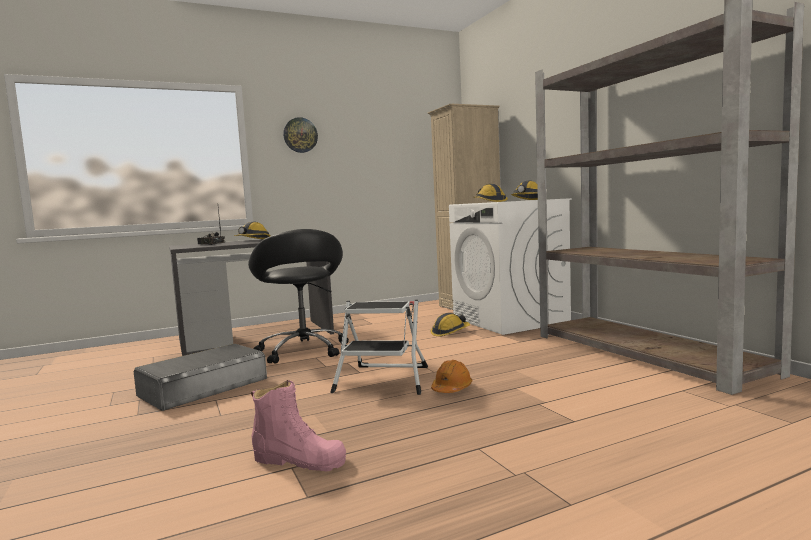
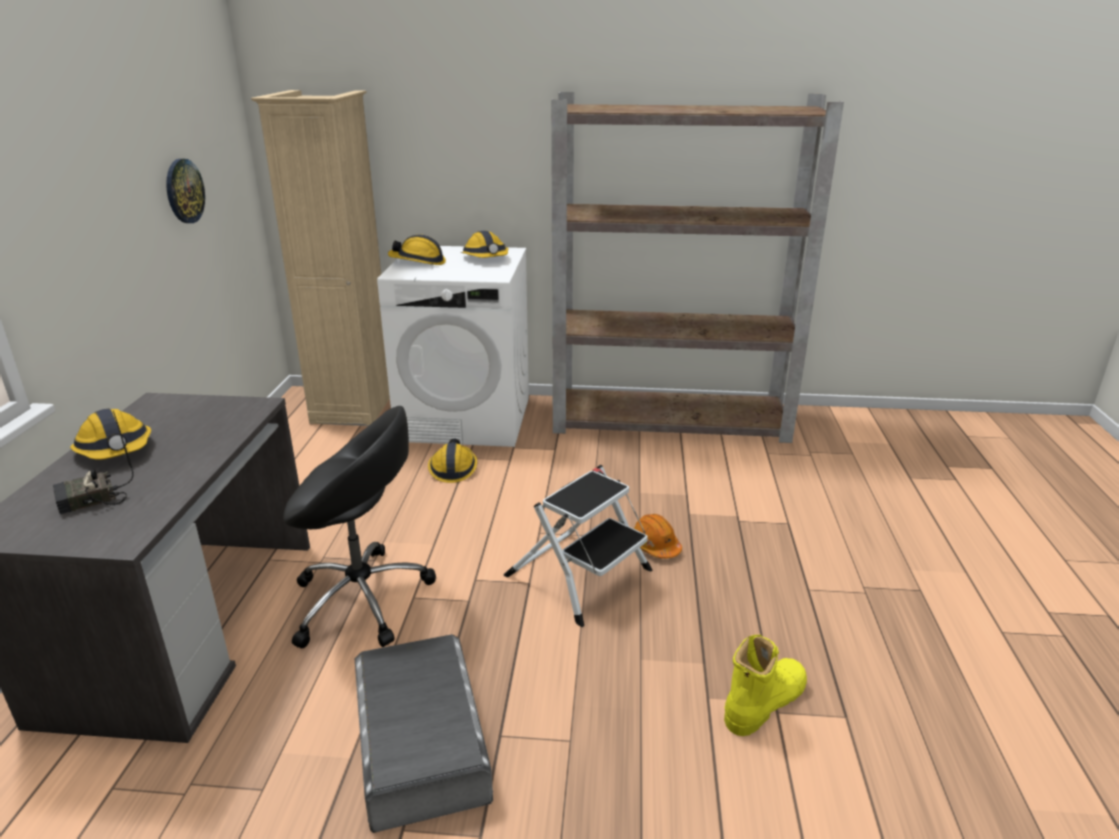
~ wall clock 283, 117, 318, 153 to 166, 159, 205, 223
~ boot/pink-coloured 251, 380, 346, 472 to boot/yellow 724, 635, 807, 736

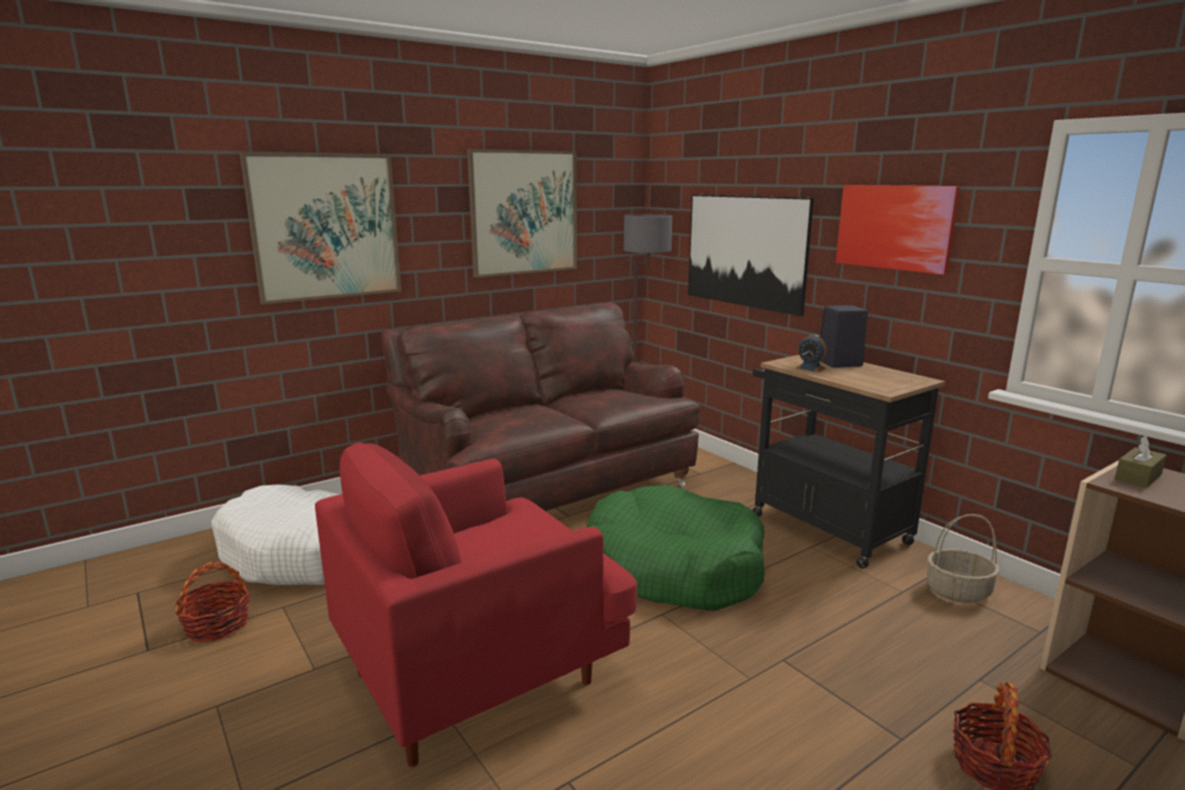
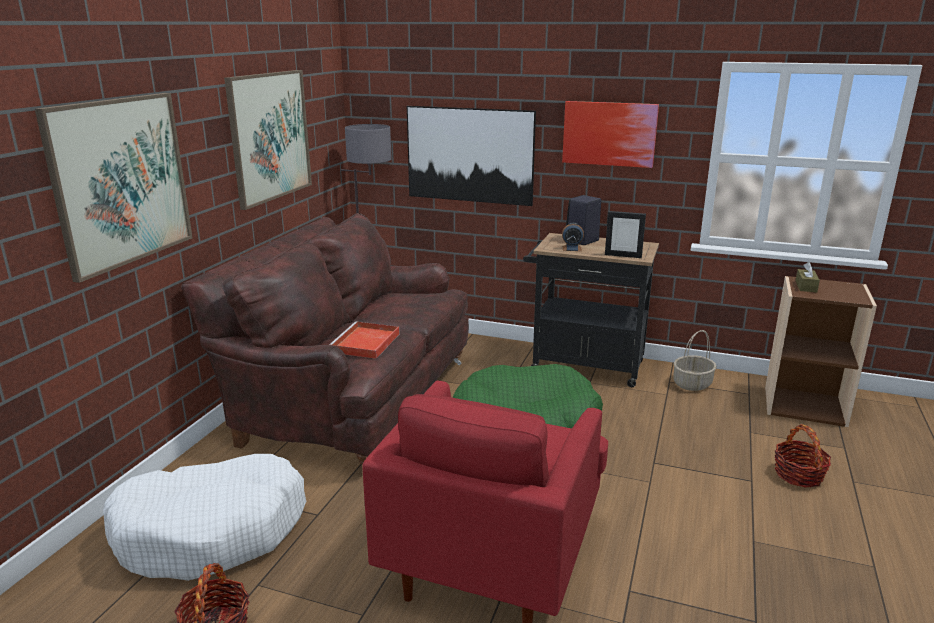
+ photo frame 605, 211, 646, 258
+ carrying tray/red 329, 321, 400, 359

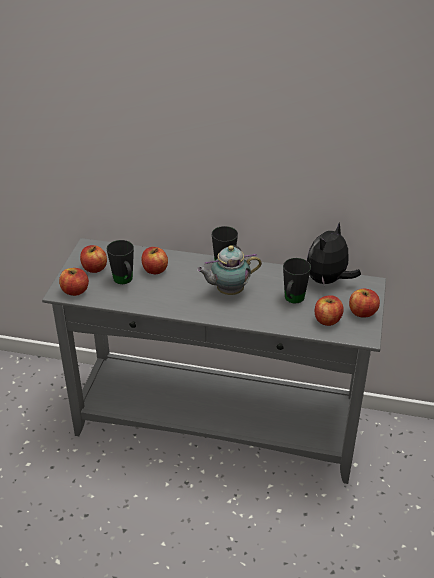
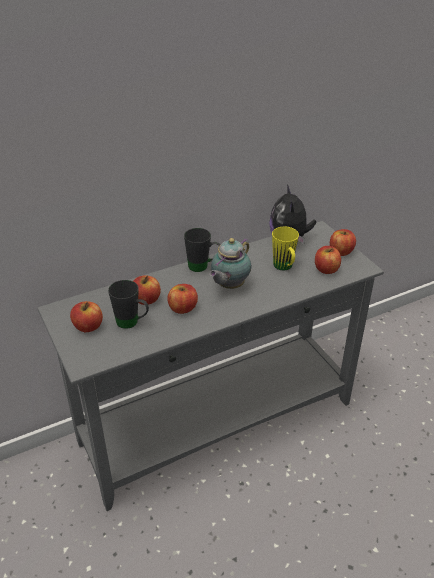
~ coffee mug/blackish 283, 258, 311, 303 to coffee mug/yellow 272, 226, 299, 271
~ whole apple 59, 268, 89, 296 to 167, 284, 198, 314

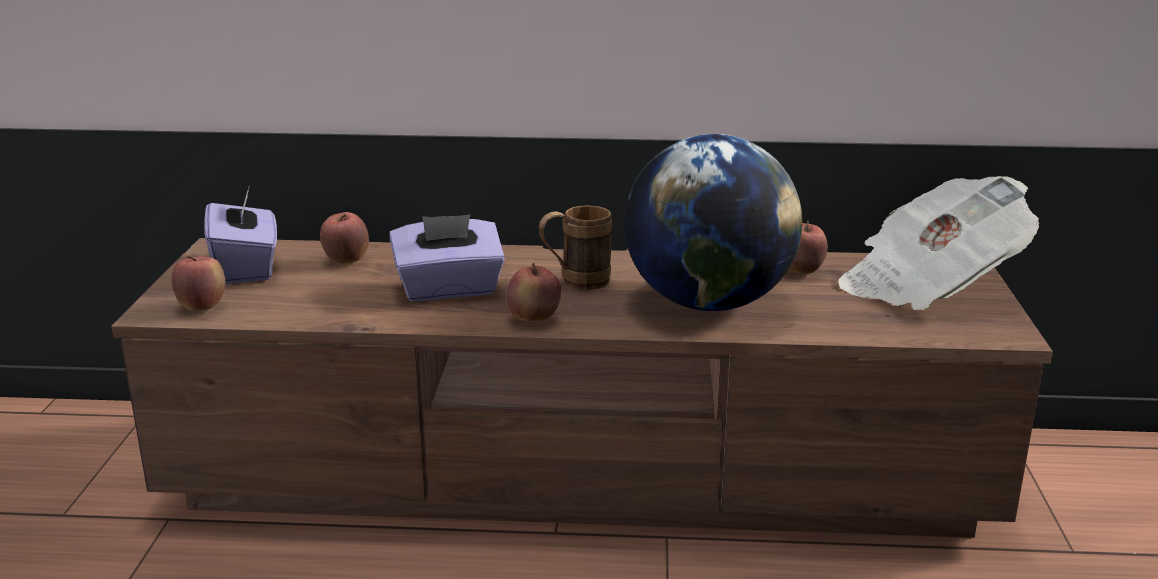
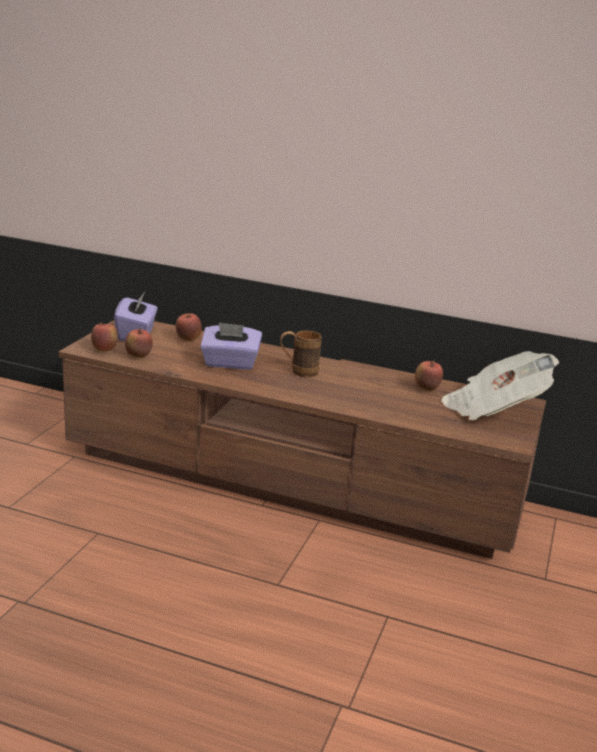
- world globe 624, 134, 802, 311
~ whole apple 507, 263, 561, 322 to 125, 328, 153, 358

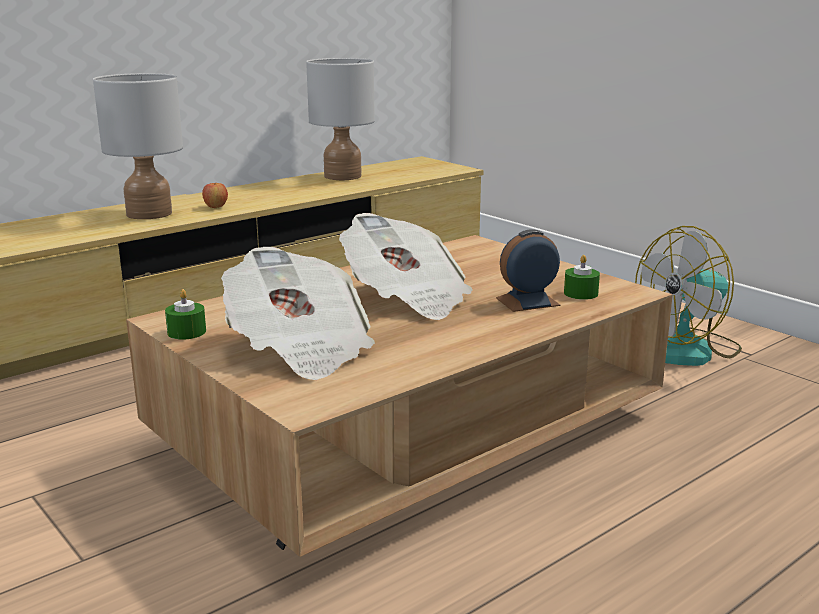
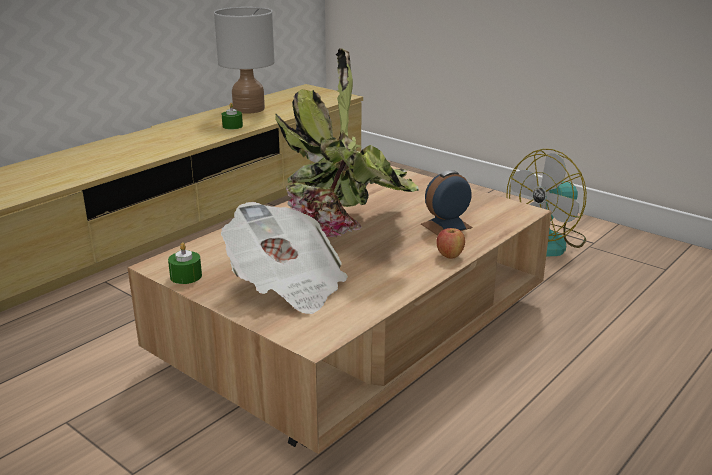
- table lamp/grey 93, 73, 183, 219
~ whole apple 202, 183, 228, 208 to 436, 228, 465, 259
~ daily paper 339, 213, 473, 320 to potted plant 275, 48, 419, 237
~ candle/green-coloured 564, 255, 600, 300 to 222, 103, 243, 130

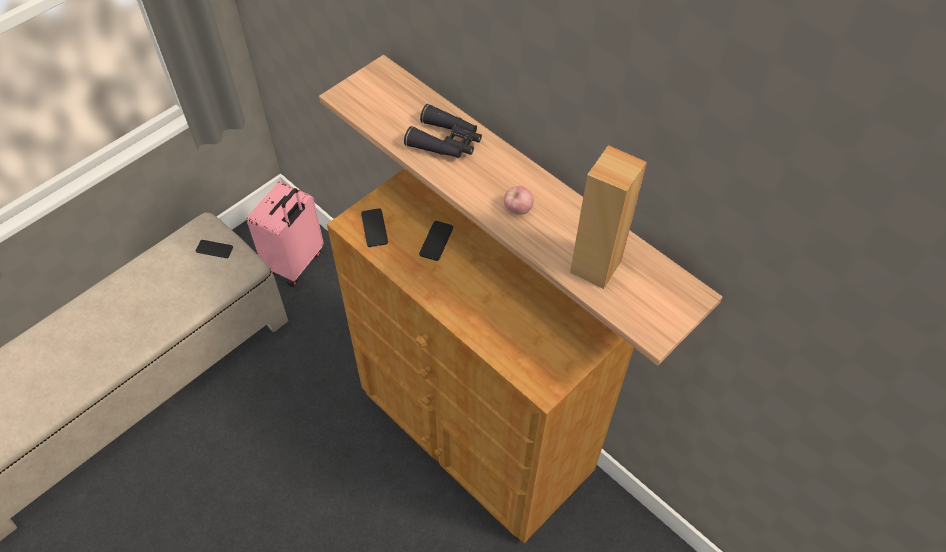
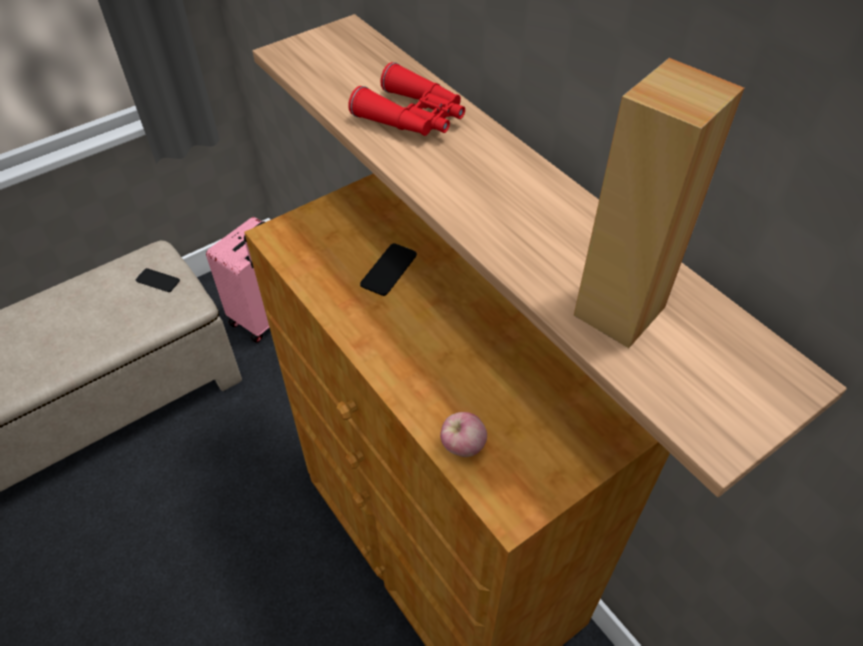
~ pair of binoculars/blackish 404, 104, 482, 158 to pair of binoculars/red 348, 62, 465, 136
~ whole apple 504, 186, 534, 214 to 440, 412, 487, 457
- handset 361, 208, 388, 247

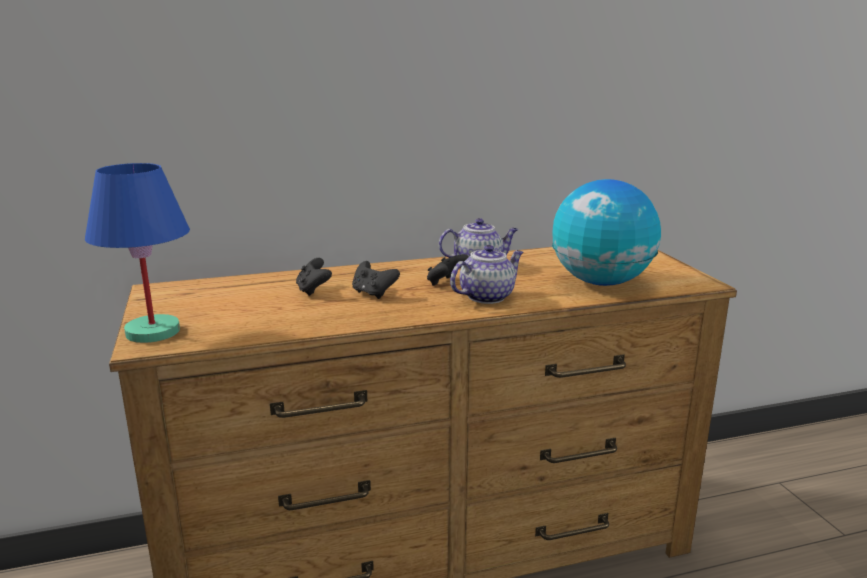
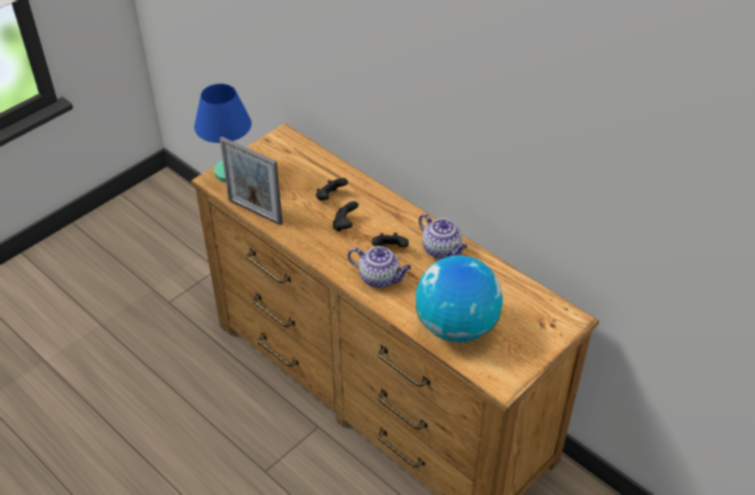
+ photo frame 220, 137, 283, 226

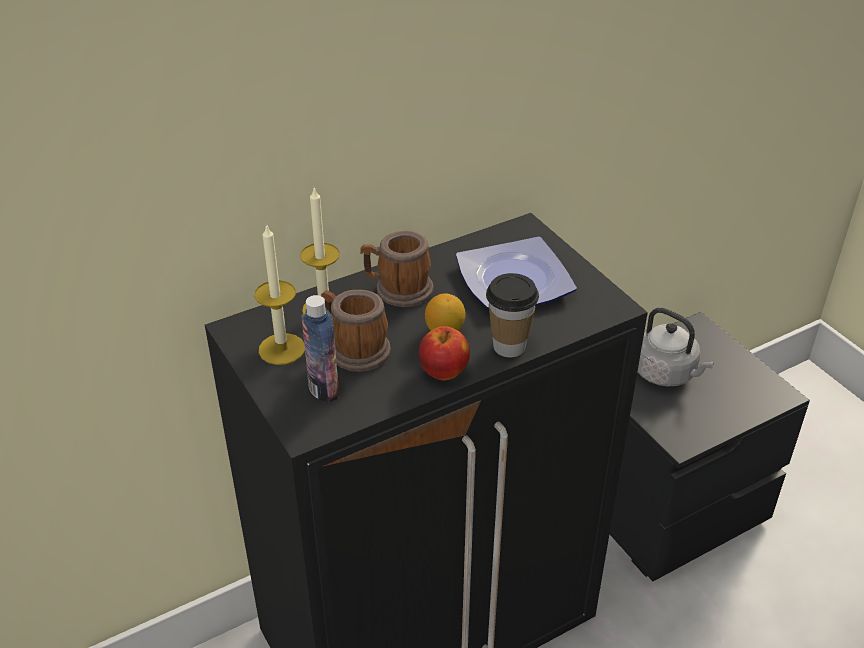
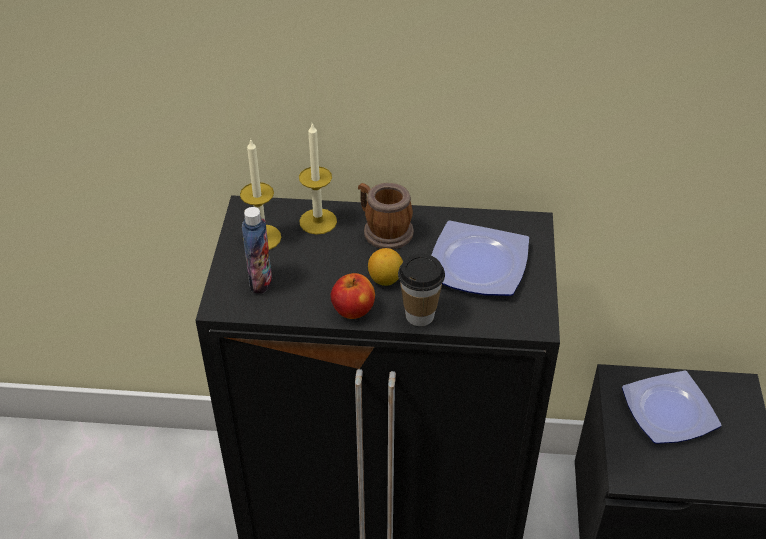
- coffee mug 321, 290, 391, 372
~ kettle/grey 638, 307, 714, 387 to plate 622, 371, 722, 444

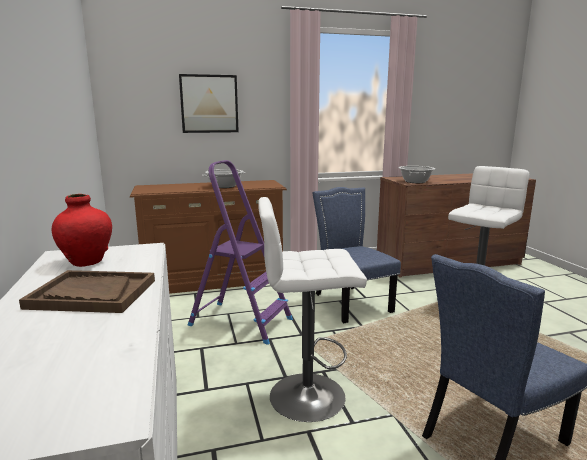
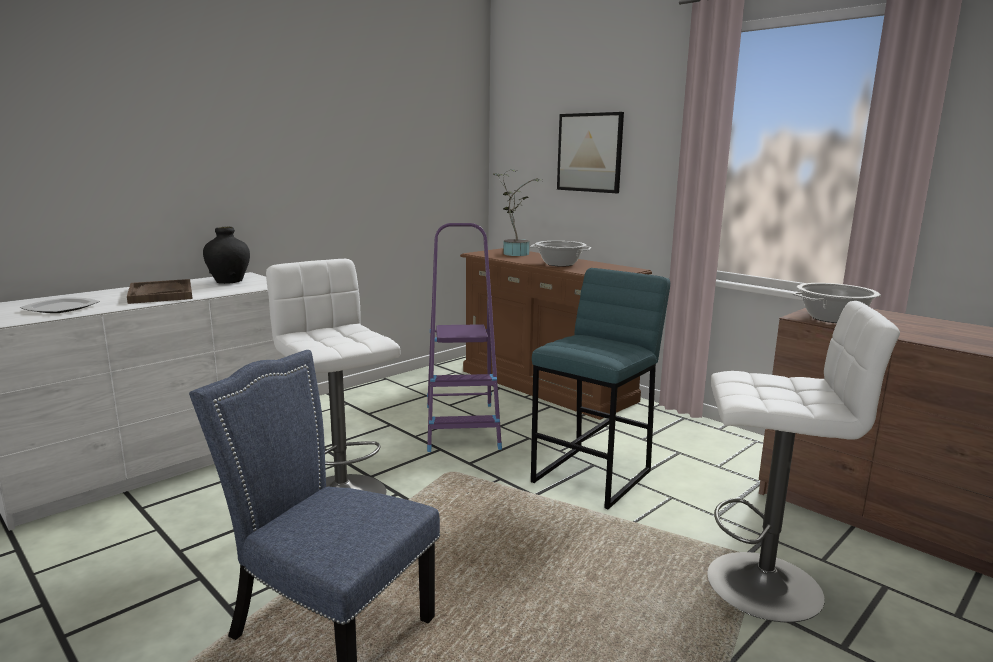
~ chair/bluish 312, 187, 401, 323 to stool/blue-green 531, 268, 670, 509
~ flower vase/red 52, 194, 112, 267 to flower vase/blackish 203, 227, 250, 284
+ potted plant 493, 169, 542, 256
+ plate 20, 297, 100, 313

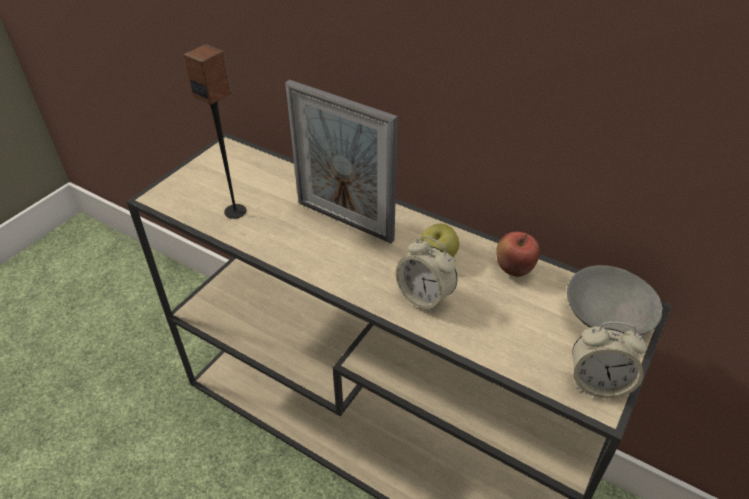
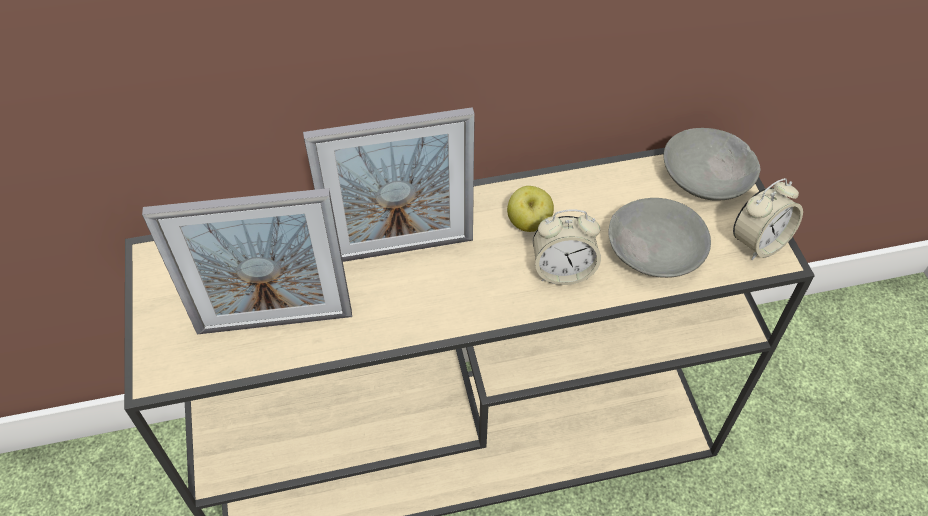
~ speaker 184, 44, 247, 219 to photo frame 142, 188, 352, 335
- whole apple 496, 232, 540, 277
+ bowl/grey 608, 198, 711, 278

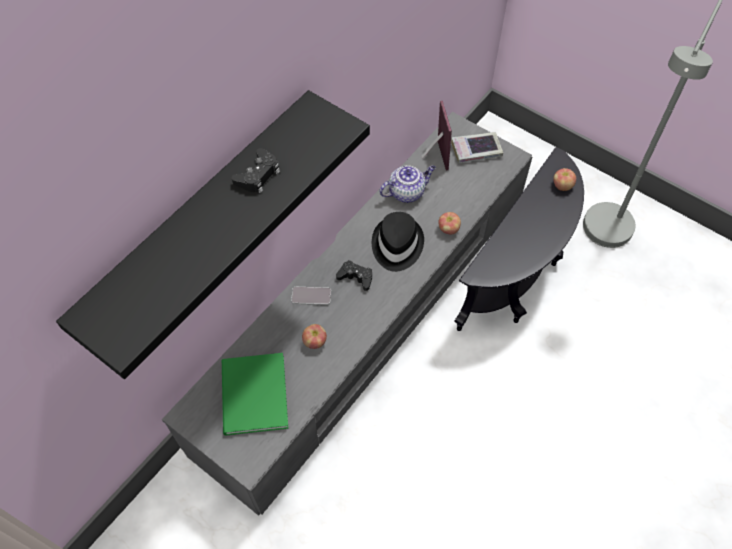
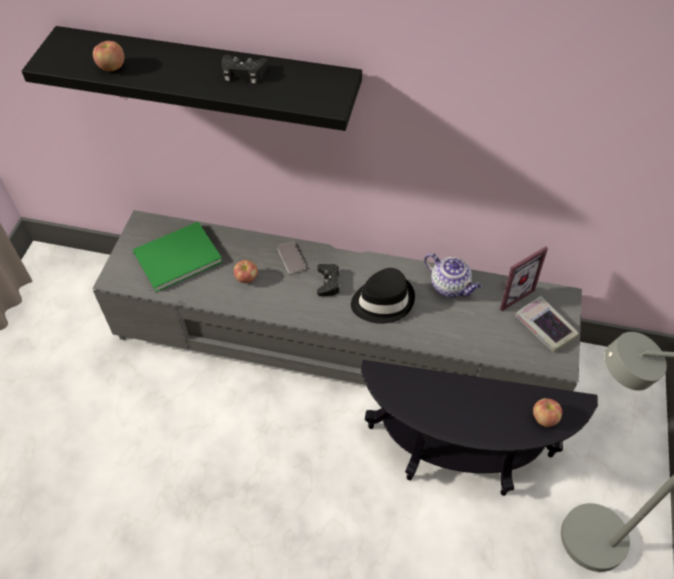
~ whole apple 438, 212, 461, 234 to 93, 41, 124, 71

